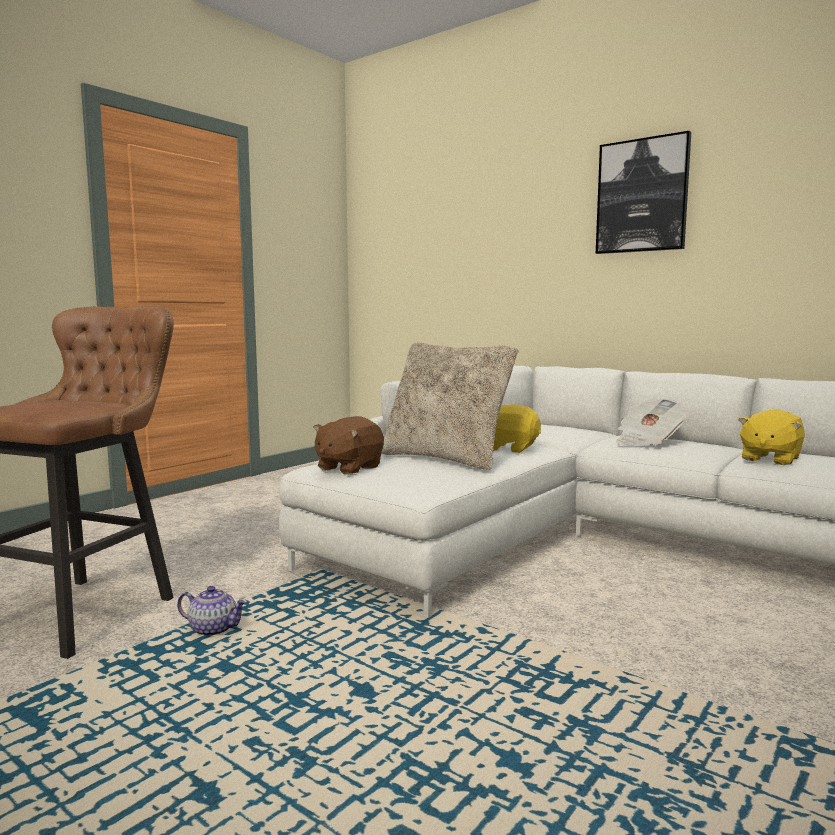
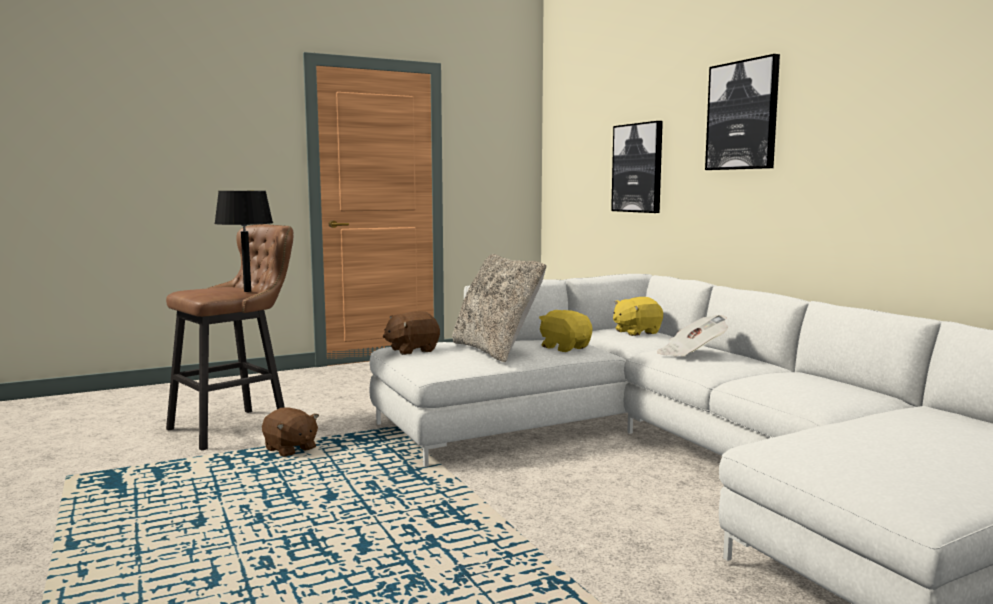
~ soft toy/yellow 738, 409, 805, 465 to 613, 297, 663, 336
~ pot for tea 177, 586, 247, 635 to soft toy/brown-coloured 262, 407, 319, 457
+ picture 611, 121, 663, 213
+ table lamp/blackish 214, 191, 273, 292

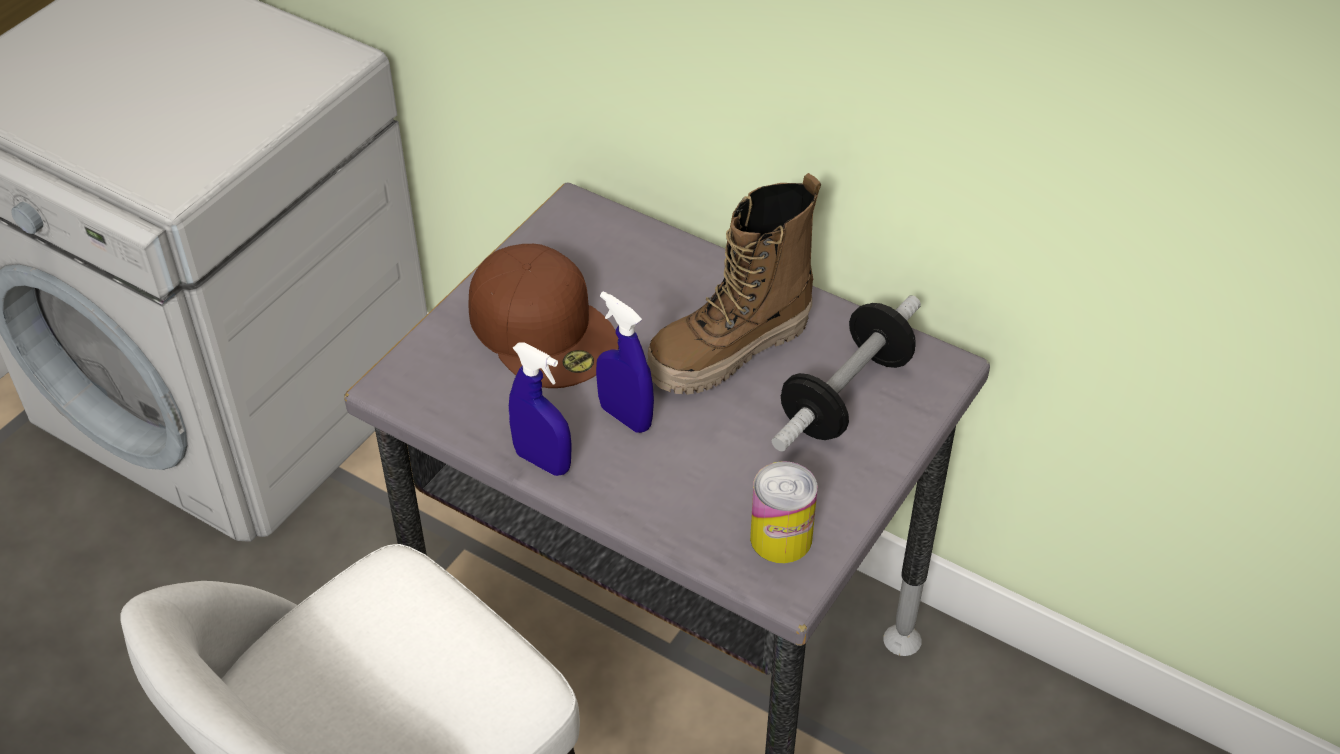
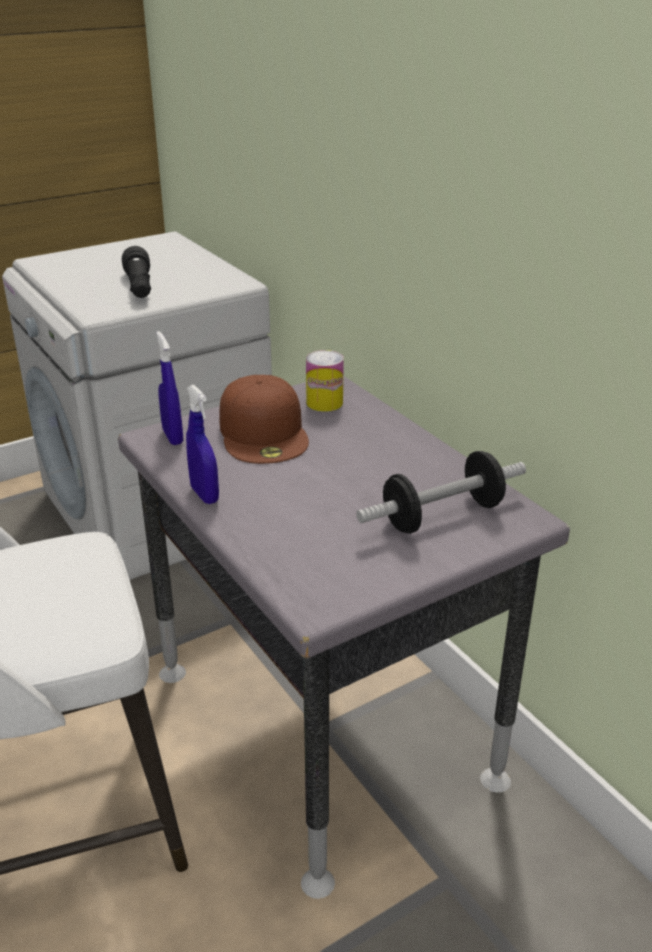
- boot 647, 173, 821, 395
~ sprayer/bluish 596, 291, 654, 433 to 156, 331, 183, 445
~ metal can 750, 461, 817, 563 to 306, 350, 344, 412
+ torch/blackish 122, 246, 151, 298

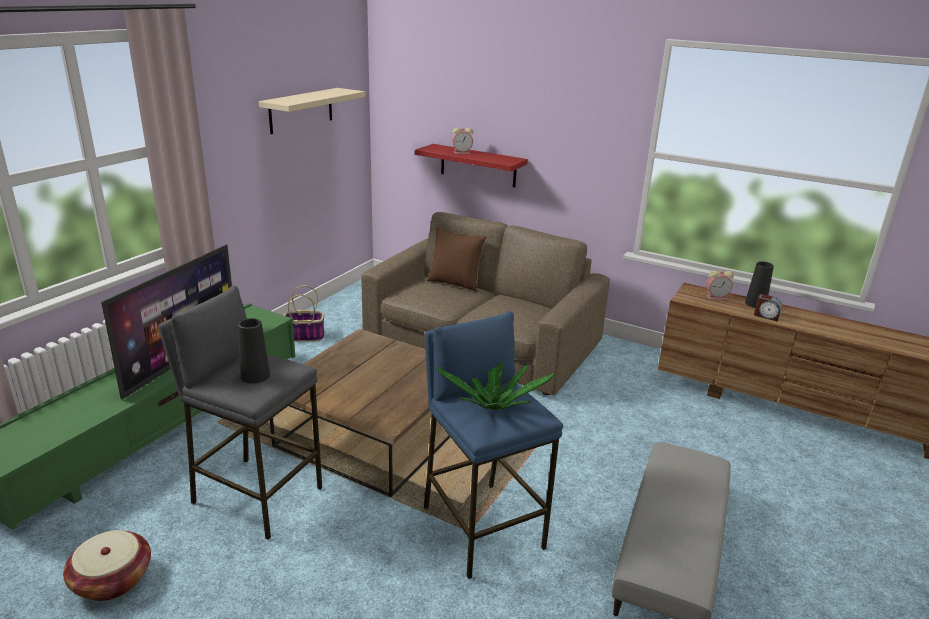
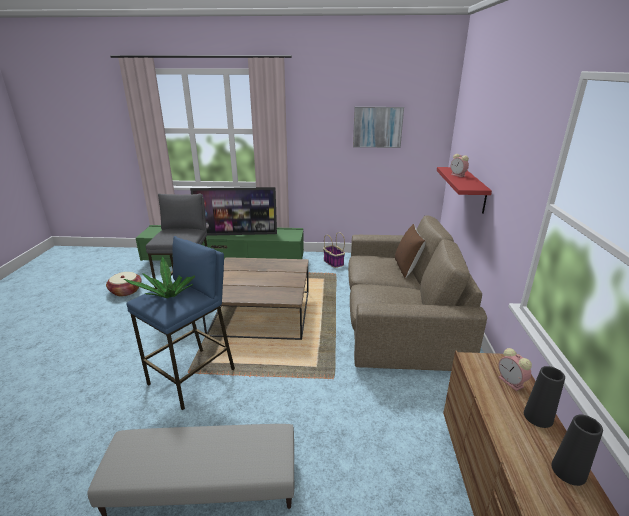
~ bracket shelf/beige-coloured 258, 88, 366, 134 to picture 353, 107, 404, 148
- table clock 754, 294, 782, 321
~ flower vase/blackish 238, 318, 270, 384 to 551, 415, 603, 486

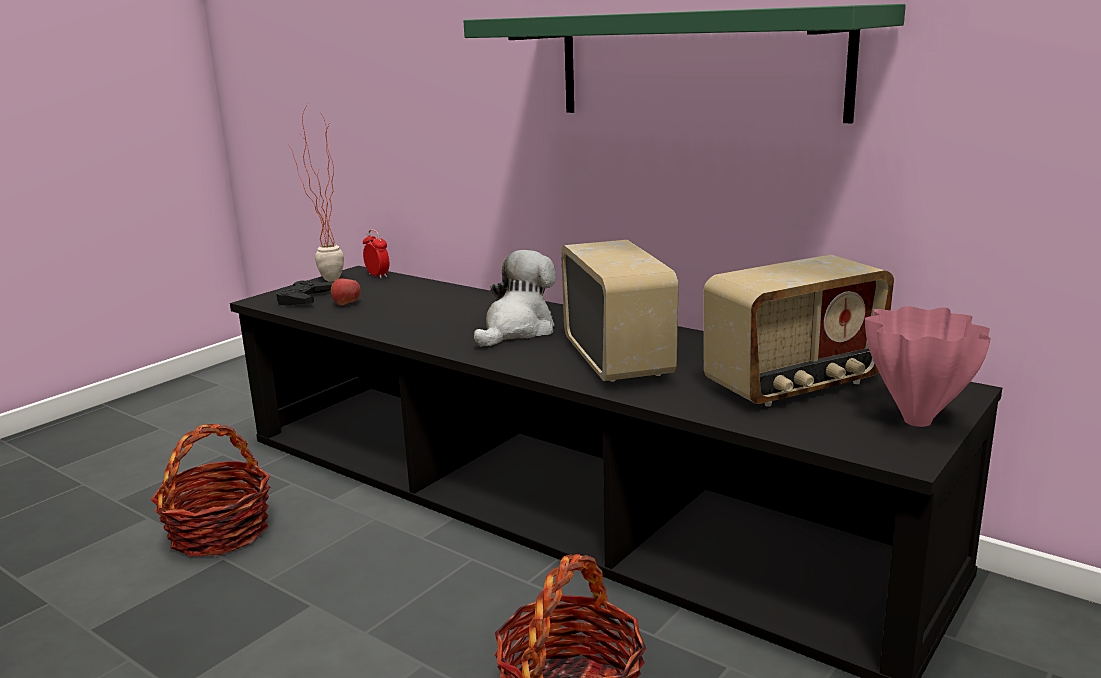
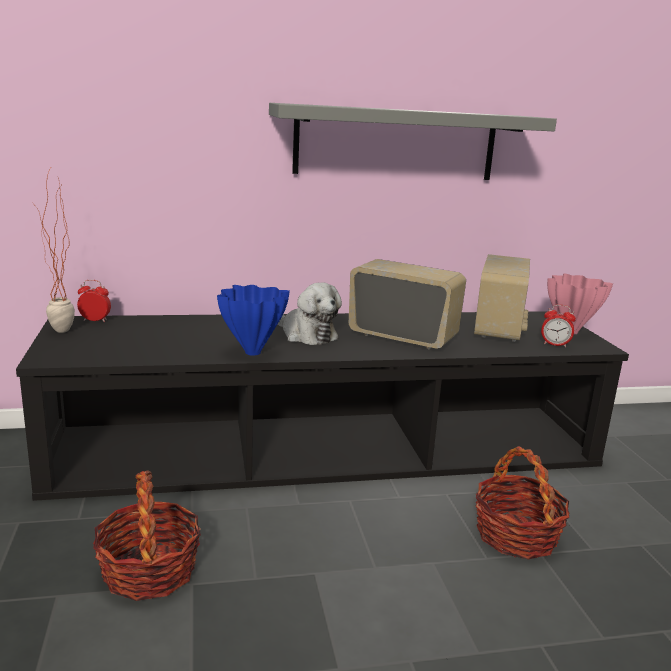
~ bracket shelf/green-coloured 463, 4, 906, 124 to bracket shelf/grey 269, 103, 557, 180
~ soft toy 474, 250, 556, 347 = 277, 283, 342, 345 150 degrees clockwise
- whole apple 331, 278, 360, 305
- joypad/blackish 276, 280, 333, 306
+ flower vase/bluish 217, 285, 290, 356
+ table clock 541, 304, 576, 347

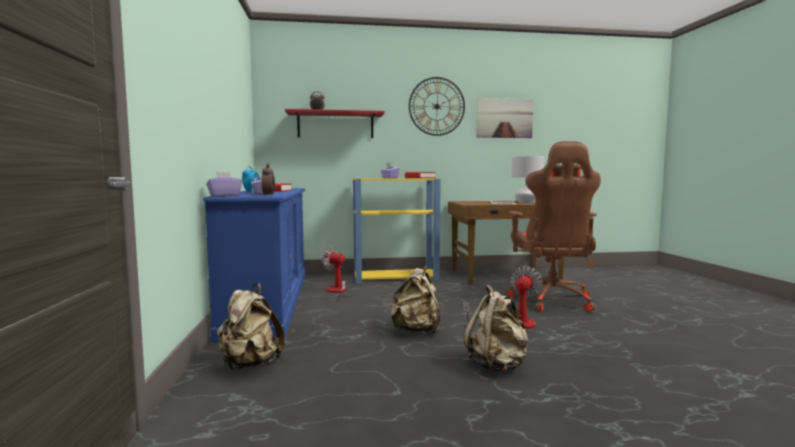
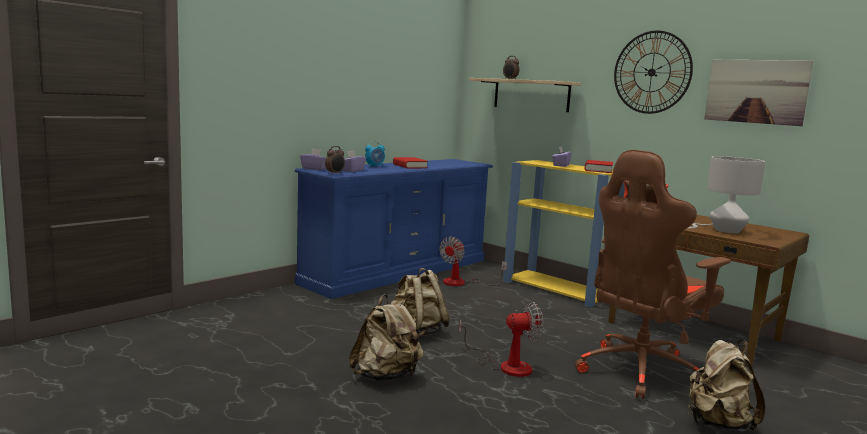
~ bracket shelf/red 285, 109, 385, 138 to bracket shelf/beige-coloured 469, 78, 581, 112
~ fan 321, 246, 350, 301 = 439, 236, 507, 286 135 degrees counterclockwise
~ rucksack/beige-coloured 217, 283, 285, 370 to 688, 340, 765, 432

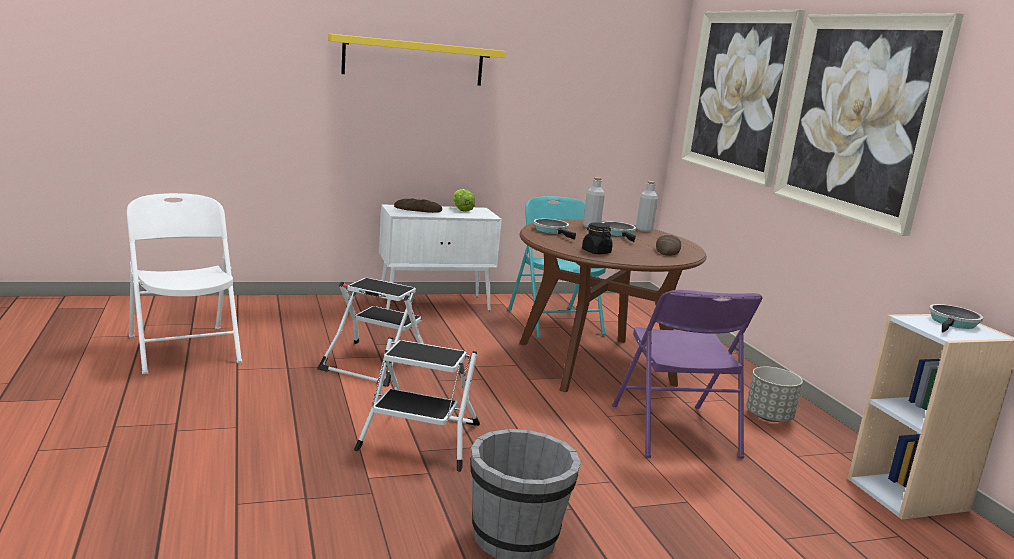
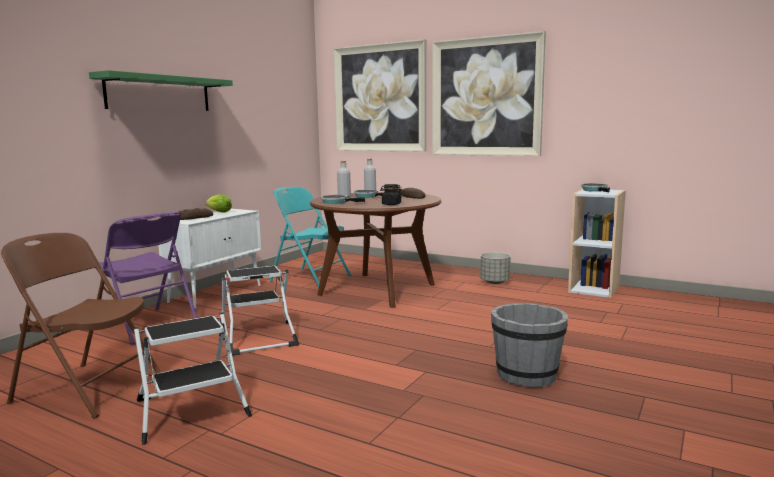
~ bracket shelf/yellow 328, 34, 506, 86 to bracket shelf/green-coloured 89, 70, 233, 111
~ chair/white-coloured 127, 193, 242, 374 to chair/brown-coloured 1, 233, 161, 419
~ chair/purple 612, 290, 762, 459 to 95, 211, 197, 345
~ step ladder 354, 337, 480, 472 to 134, 312, 252, 445

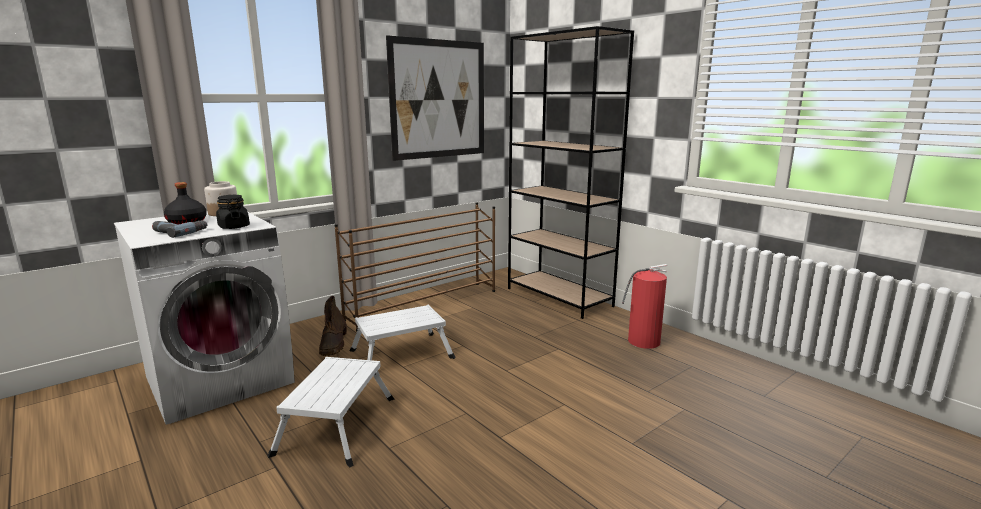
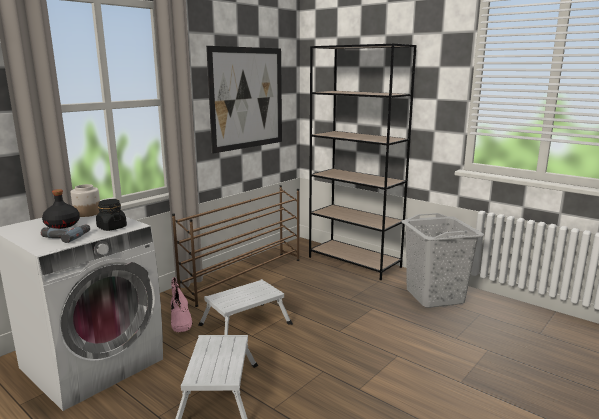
~ fire extinguisher 622, 264, 667, 349 to washing basket/grey 401, 213, 484, 308
~ boot/brown-coloured 319, 296, 347, 356 to boot/pink-coloured 171, 277, 193, 332

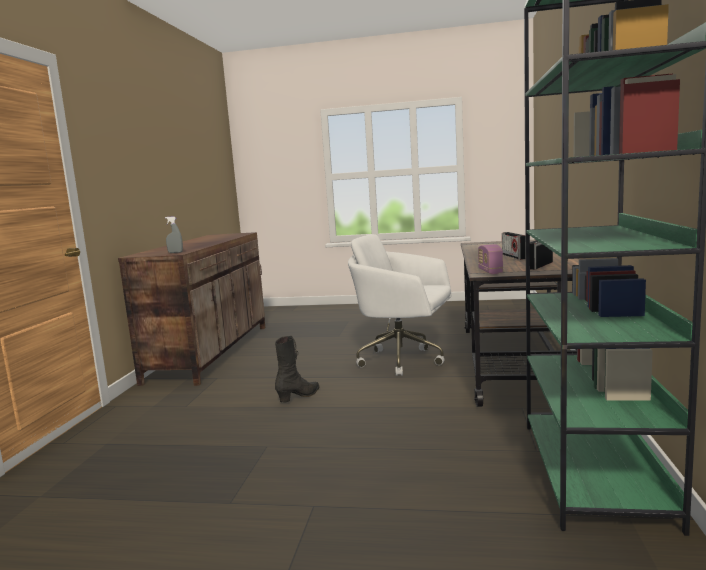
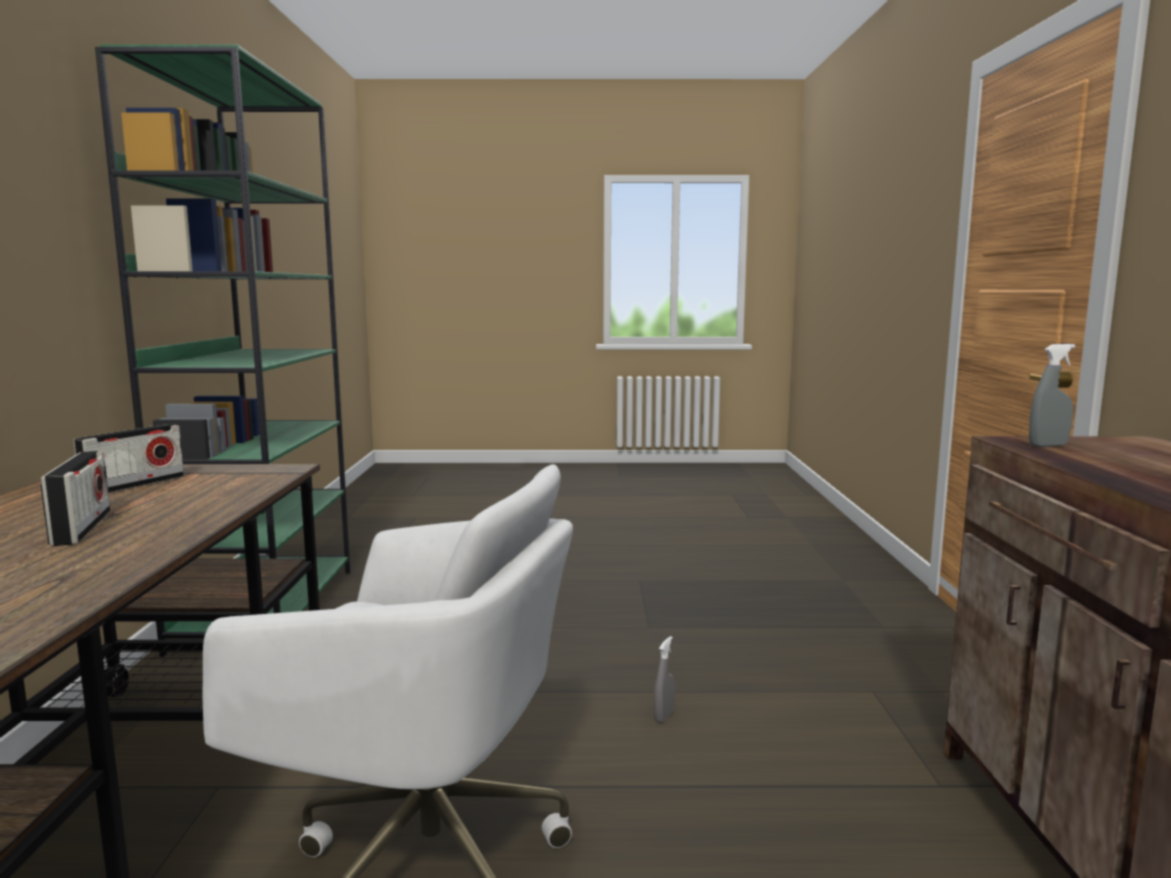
- radio 478, 244, 503, 274
~ boot/blackish 275, 336, 320, 403 to sprayer/grey 654, 636, 675, 723

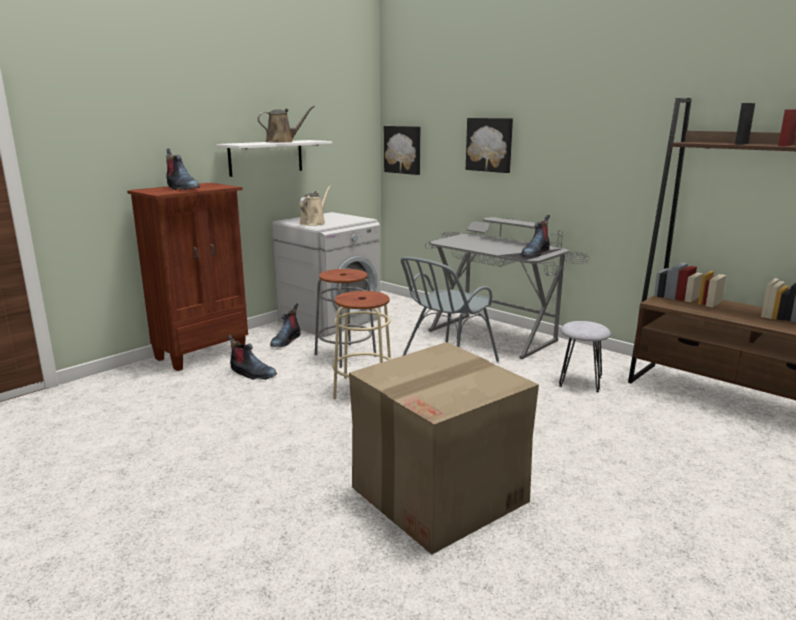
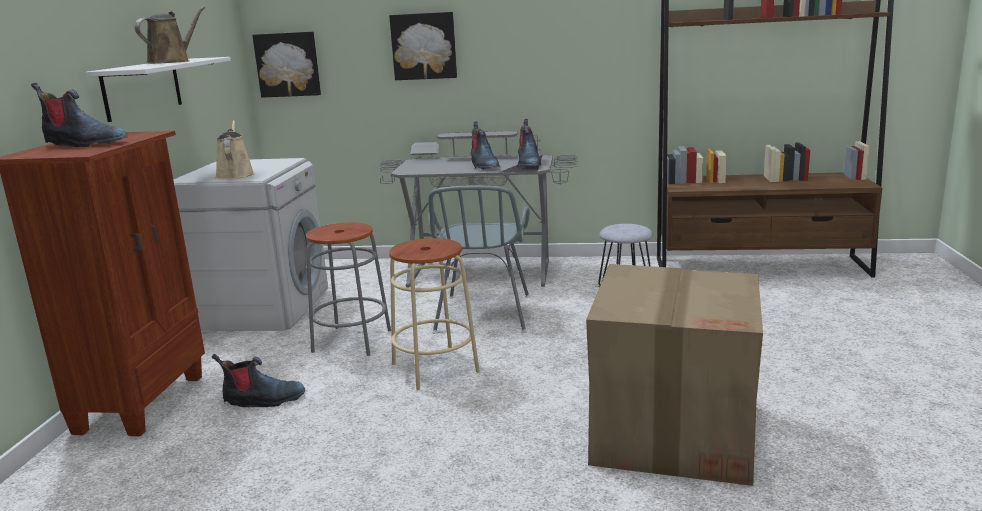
~ boot 270, 304, 301, 347 to 471, 122, 500, 170

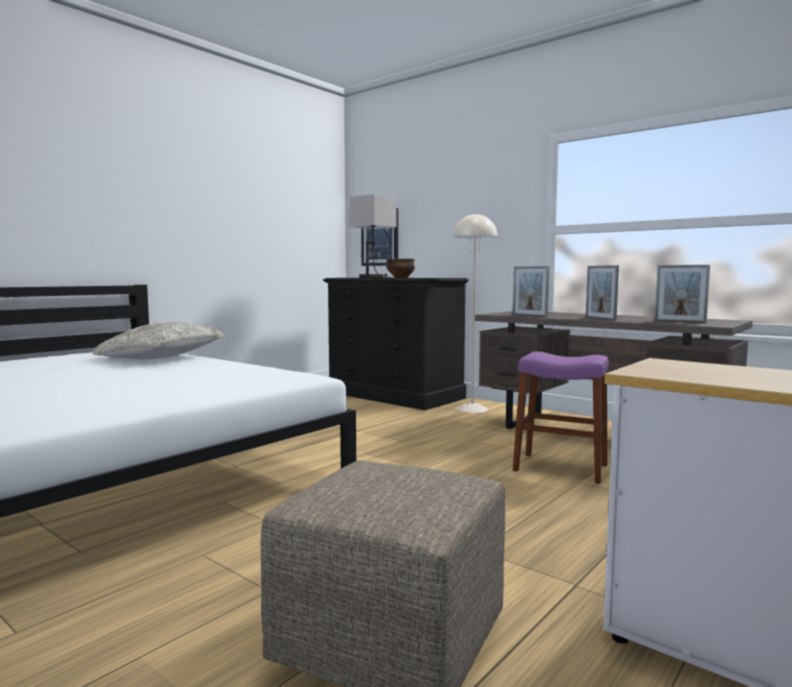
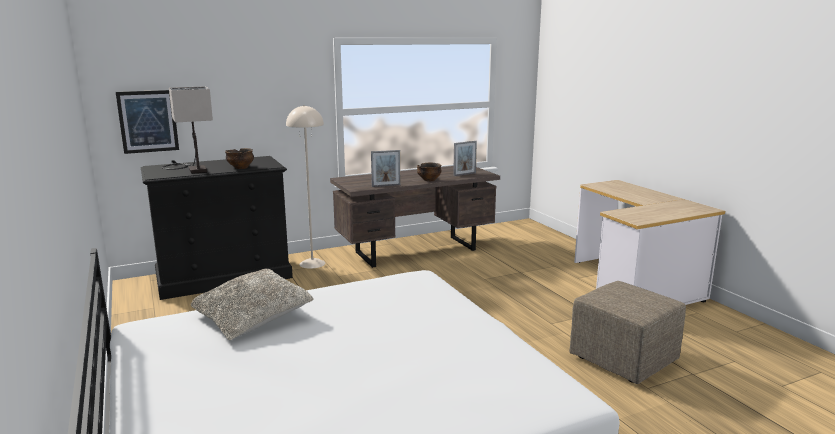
~ photo frame 586, 265, 619, 321 to bowl 417, 163, 442, 181
- stool/purple 513, 352, 609, 484

